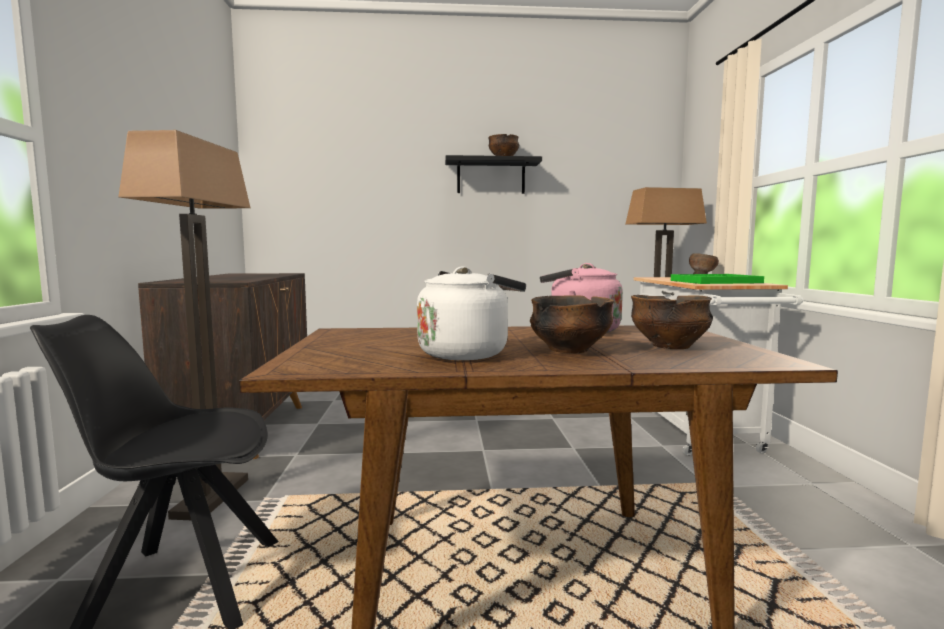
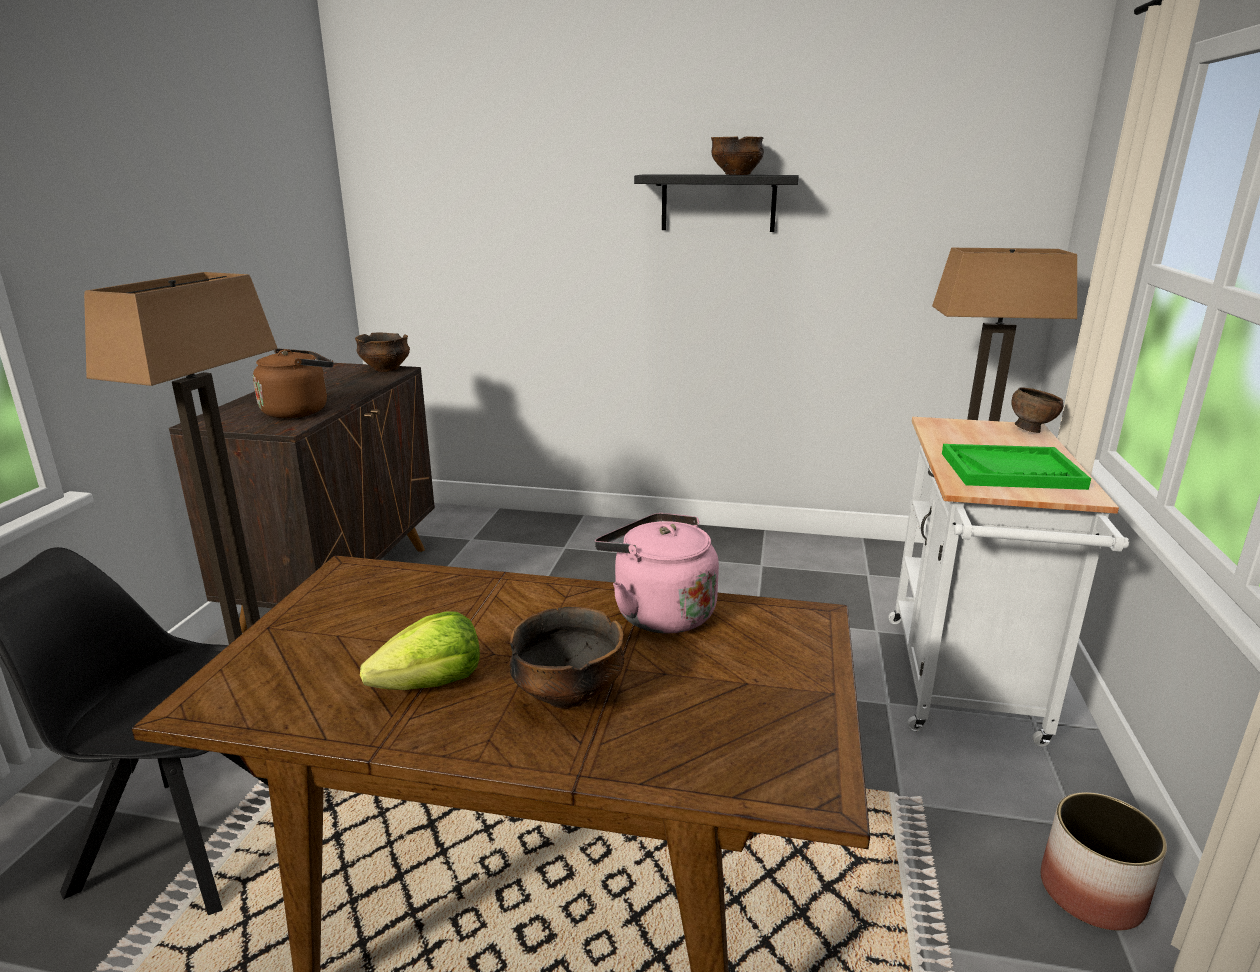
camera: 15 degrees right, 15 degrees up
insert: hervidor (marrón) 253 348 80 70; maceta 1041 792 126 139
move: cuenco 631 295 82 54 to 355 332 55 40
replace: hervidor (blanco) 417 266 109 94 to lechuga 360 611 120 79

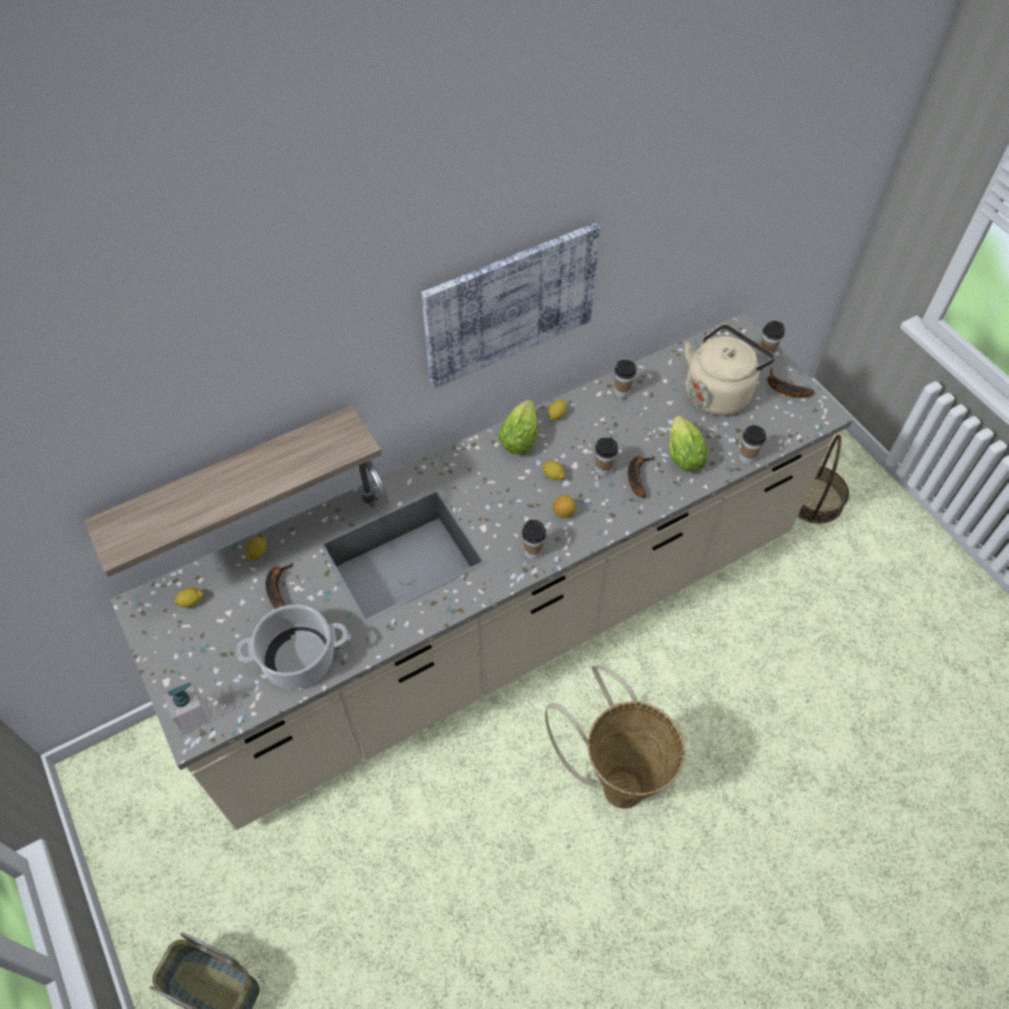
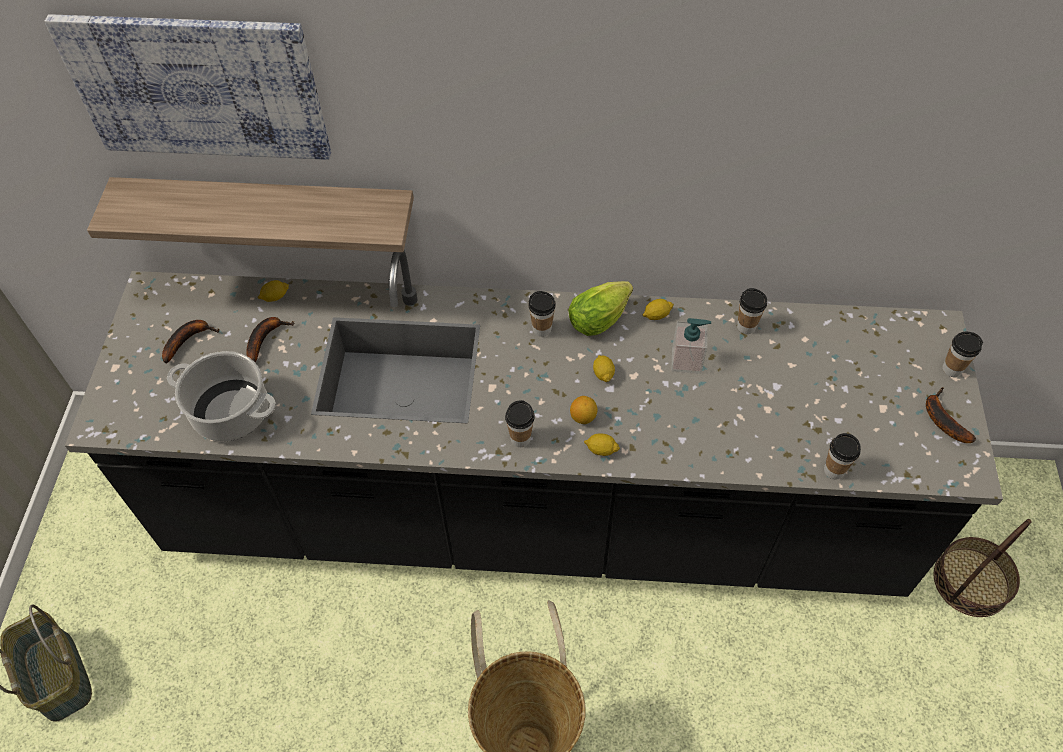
camera: 35 degrees right, 0 degrees up
delete: lechuga 669 416 39 56; hervidor (beis) 684 324 91 92
move: dispensador de jabón 163 681 49 54 to 671 318 40 56; limón 173 588 31 20 to 584 433 36 23; cuadro 421 223 179 166 to 44 14 287 146; taza 595 438 23 38 to 528 291 28 46; plátano 628 456 27 42 to 162 320 58 44
recolor: mueble bajo de cocina (beis) 110 312 743 518 to mueble bajo de cocina (negro) 65 250 938 347

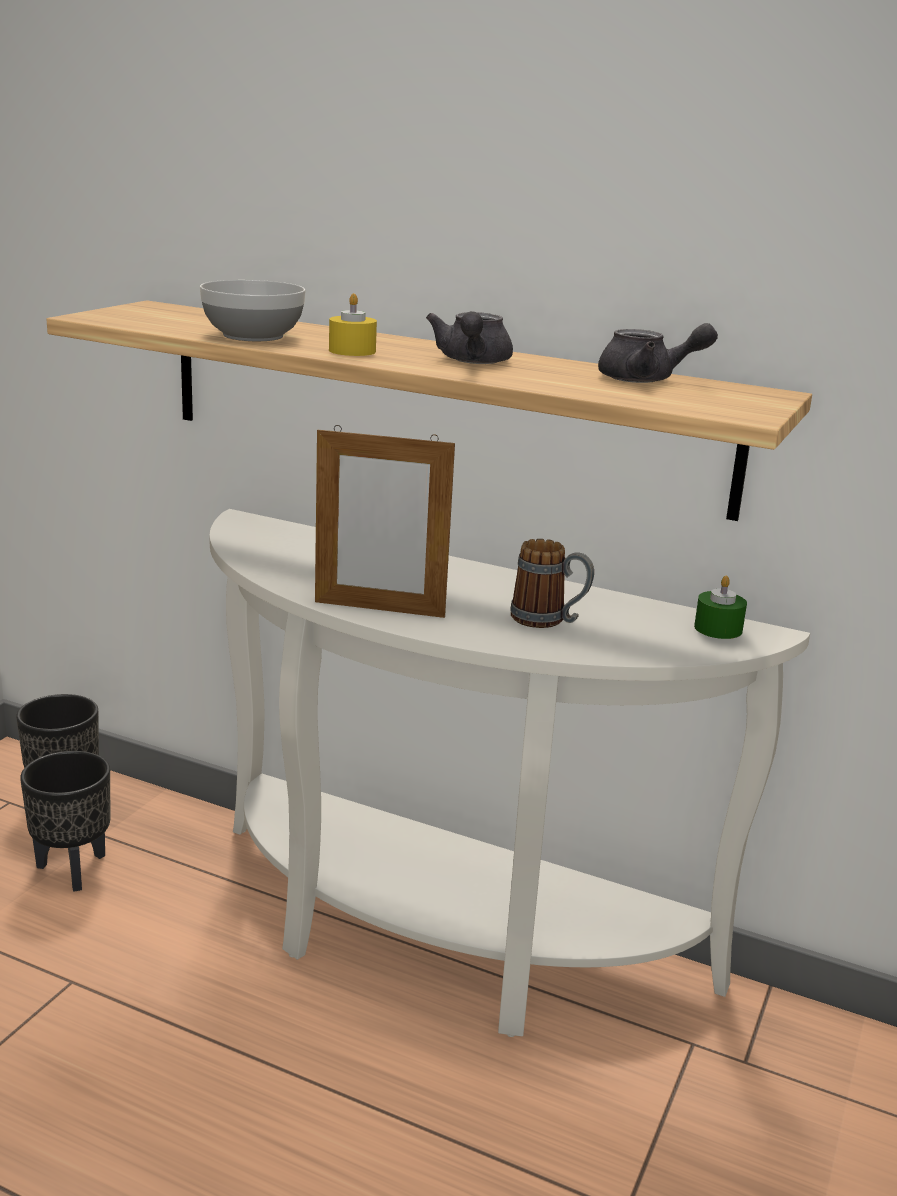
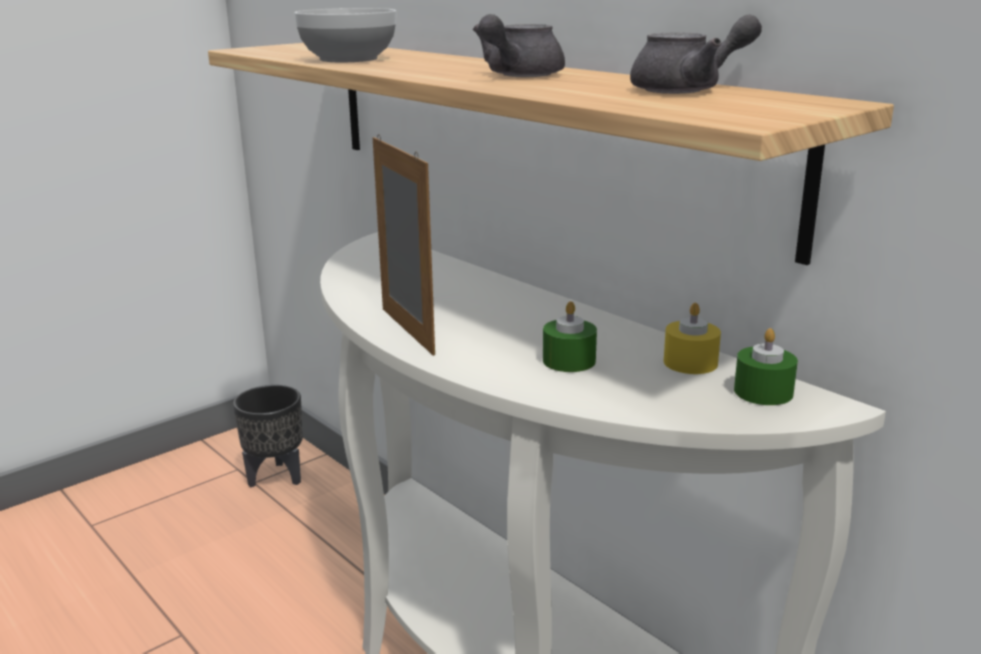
camera: 25 degrees right, 0 degrees up
delete: maceta (negro) 20 751 90 141
move: vela (amarillo) 329 293 48 63 to 664 303 57 71
replace: taza grande 510 539 84 89 to vela (verde) 543 301 54 71
rotate: portarretratos 315 425 140 193 = 372 134 63 222 150 degrees counterclockwise; tetera (gris) 598 323 120 60 = 630 14 132 80 45 degrees counterclockwise

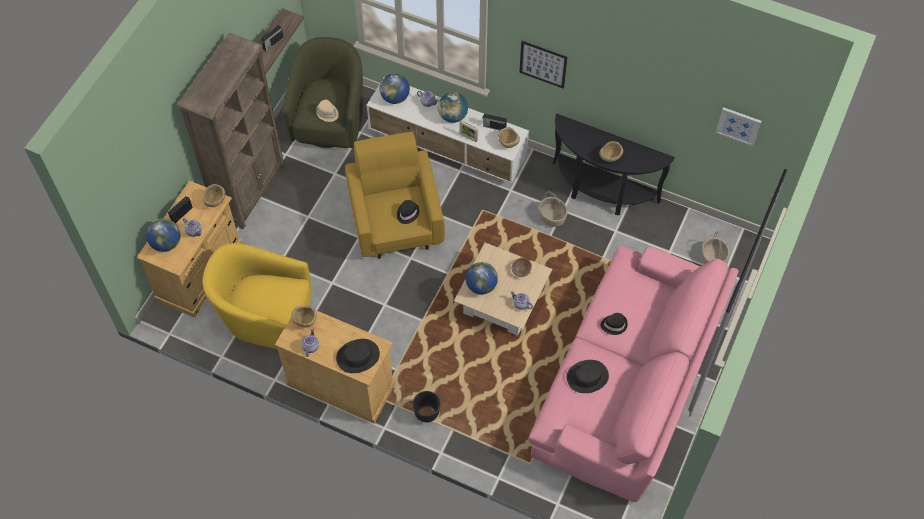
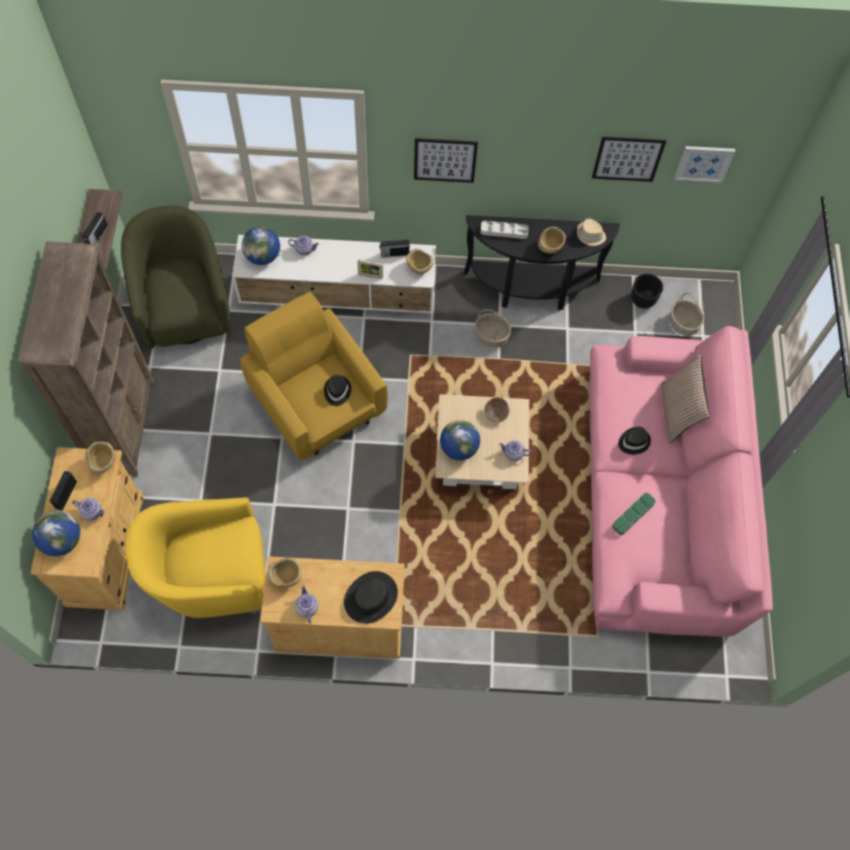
camera: 25 degrees left, 5 degrees up
delete: globo terráqueo 438 92 30 31
insert: bandeja (gris) 480 221 49 18; cuadro 592 137 74 45; cojín 661 354 49 90
move: sombrero (beis) 316 100 23 22 to 577 219 29 27; maceta (negro) 413 391 27 31 to 631 273 32 36
replace: sombrero (negro) 567 360 42 33 to bandeja (verde) 612 493 43 42

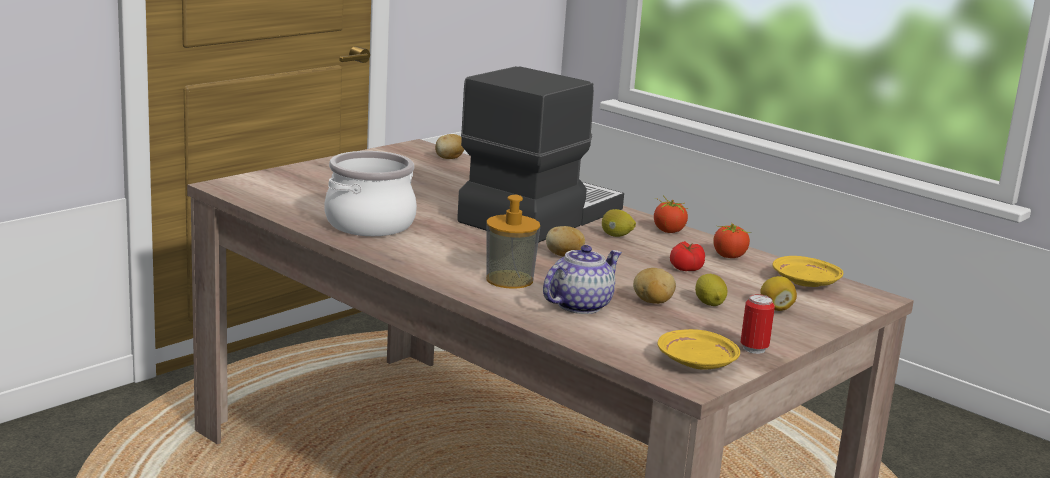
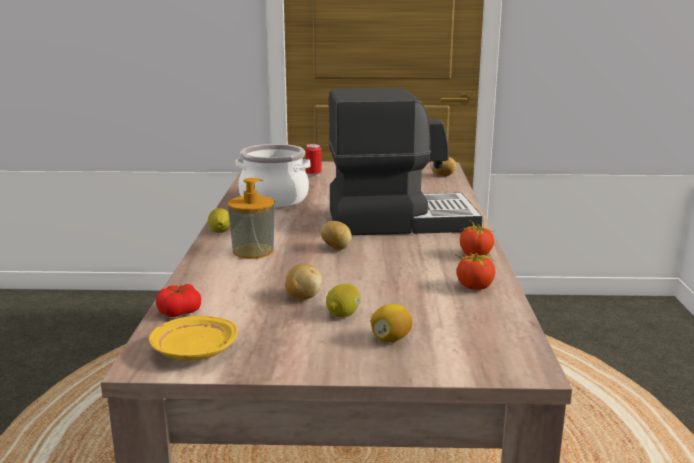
camera: 50 degrees right, 0 degrees up
delete: tetera 543 245 79 69; plato (amarillo) 773 256 70 31
move: limón 602 209 34 28 to 208 208 22 25; tomate 670 241 35 30 to 156 284 45 33; lata 741 294 34 60 to 305 144 17 33

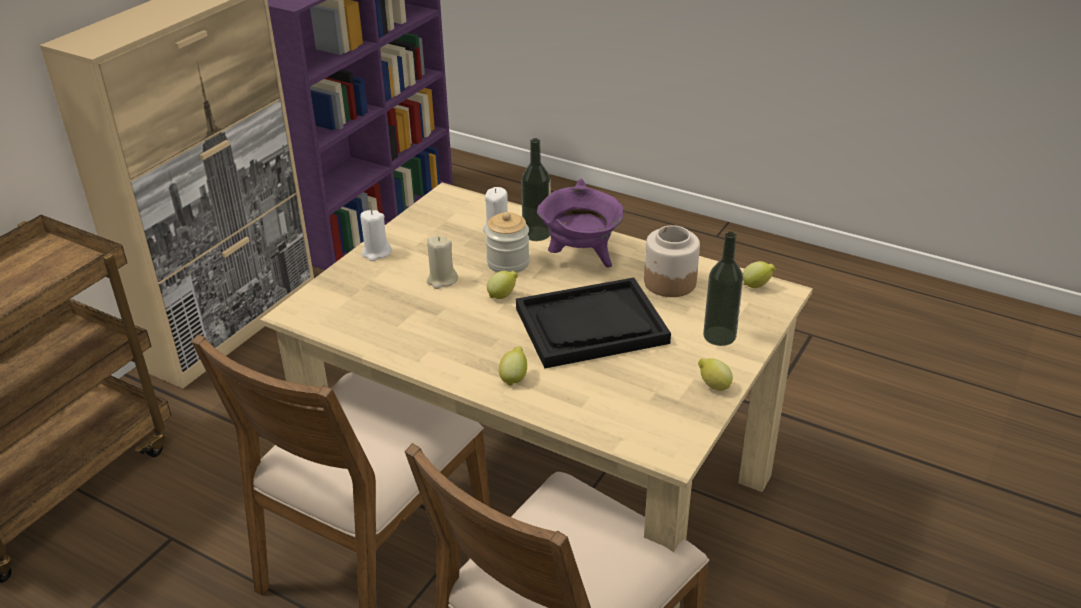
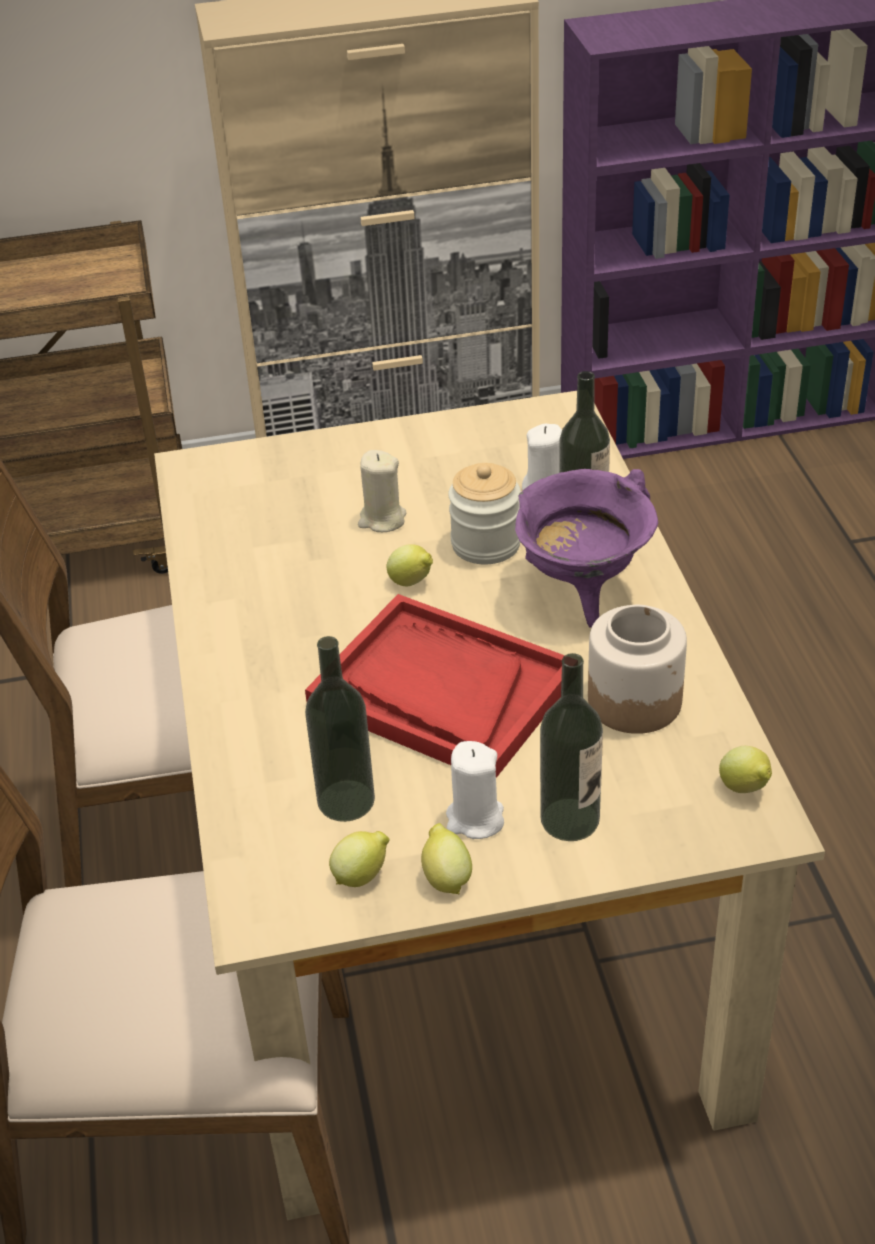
camera: 50 degrees right, 5 degrees up
insert: botella 305 636 70 186
move: vela (blanco) 360 210 32 51 to 446 741 58 98; limón 499 347 28 39 to 329 831 61 56
recolor: bandeja (negro) 516 278 155 90 to bandeja (rojo) 305 594 260 184

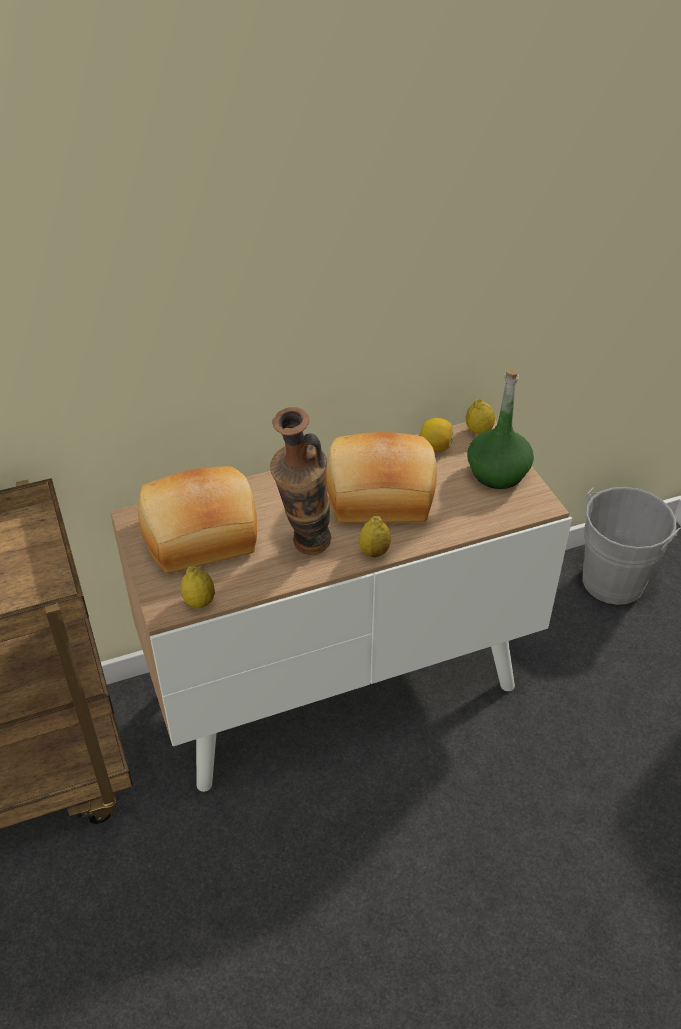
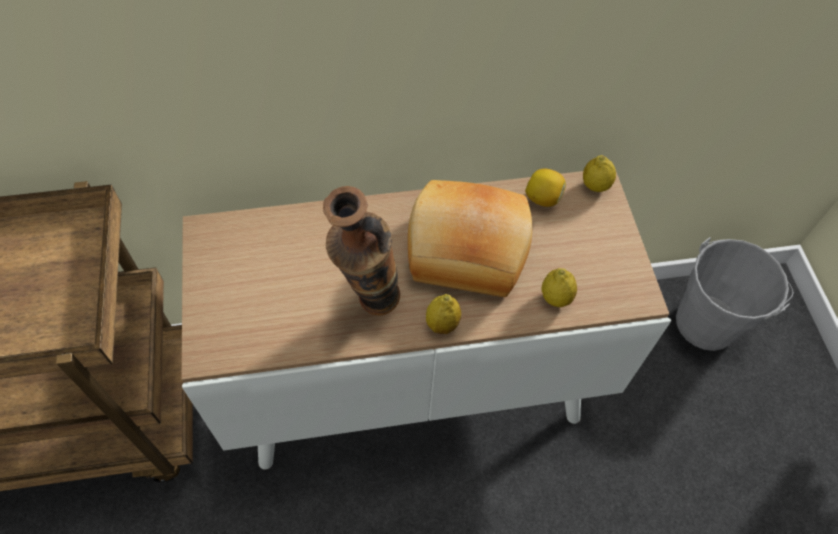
camera: 10 degrees right, 15 degrees up
delete: pan 138 466 119 108; botella (verde) 467 369 67 120
move: limón 180 566 35 42 to 541 268 36 39

